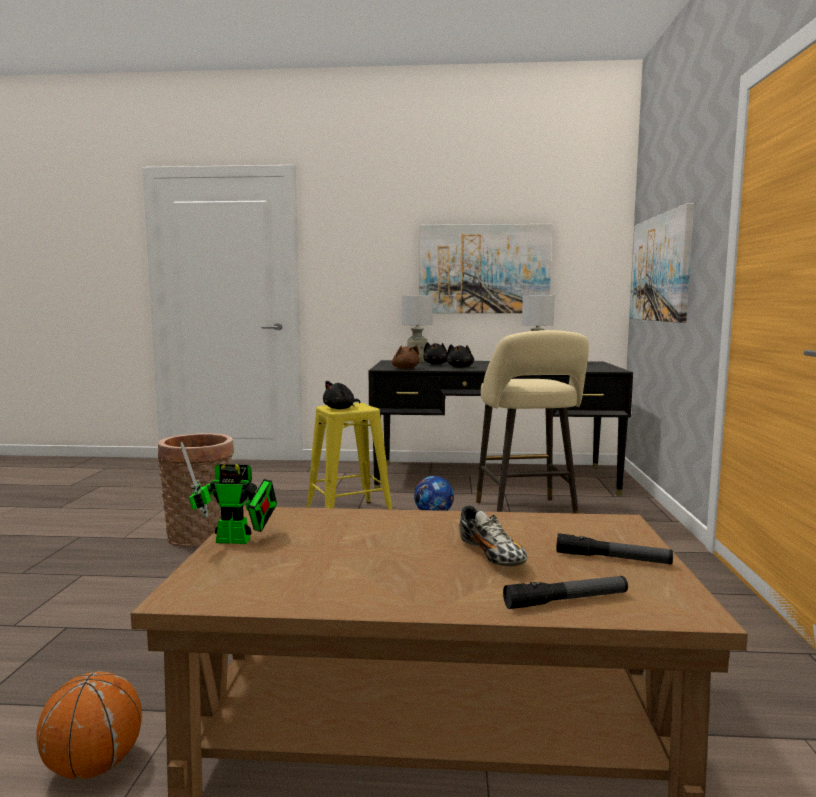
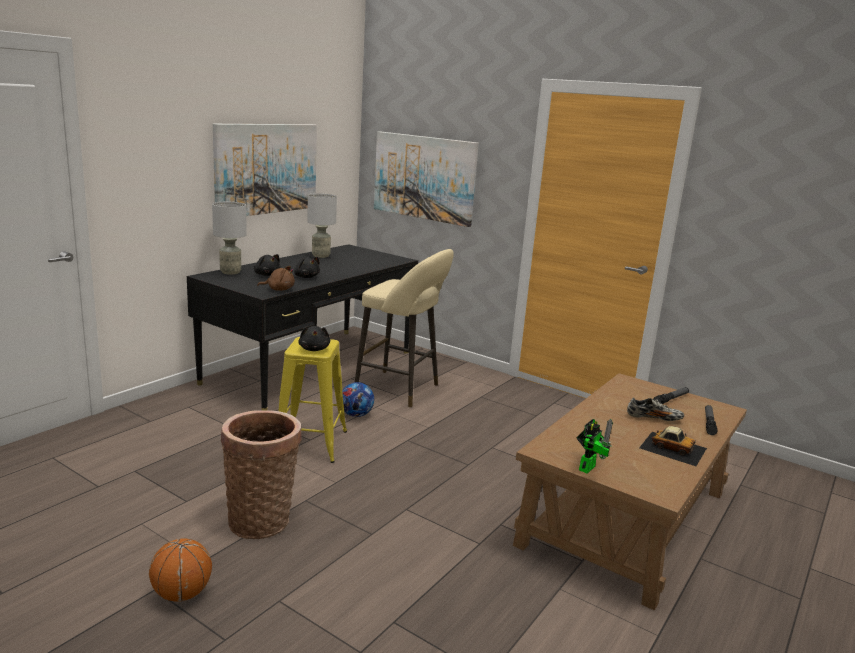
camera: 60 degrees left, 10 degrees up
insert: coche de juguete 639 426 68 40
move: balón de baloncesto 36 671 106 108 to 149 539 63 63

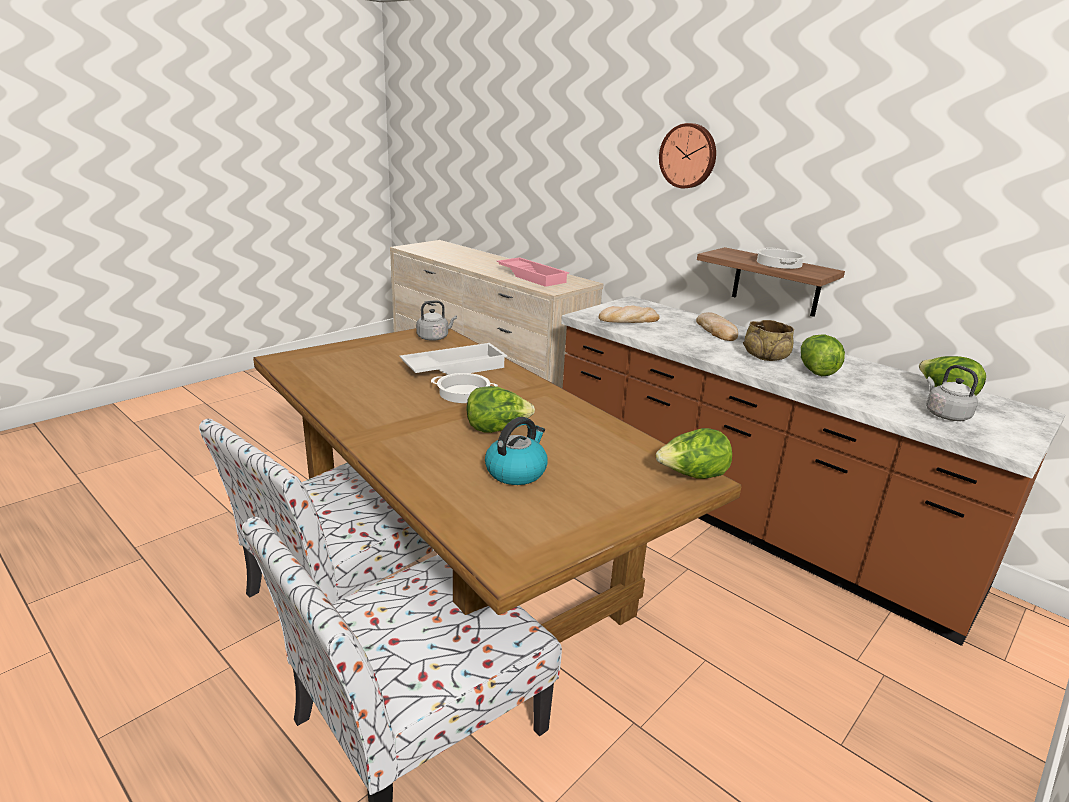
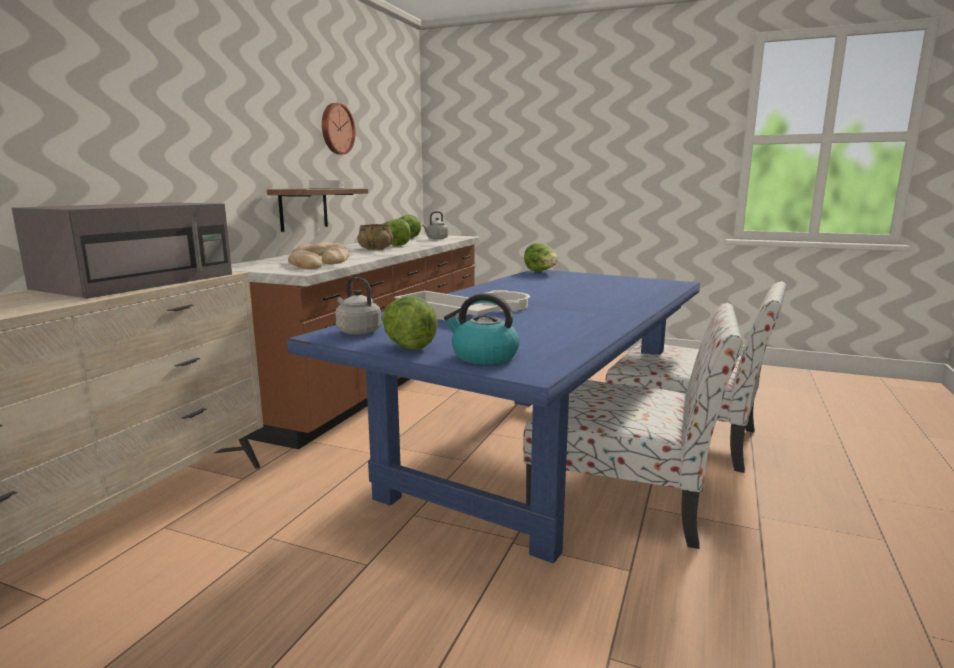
camera: 110 degrees left, 10 degrees down
insert: pan 322 246 28 18
move: lechuga 466 386 69 47 to 382 296 56 54; hervidor 485 417 63 68 to 444 293 76 72; reloj de pared 659 123 57 65 to 322 103 34 51
replace: bandeja (rosa) 497 257 72 30 to microondas (gris) 12 202 220 97
recolor: mesa de comedor (marrón) 253 328 489 315 to mesa de comedor (azul) 287 270 413 293

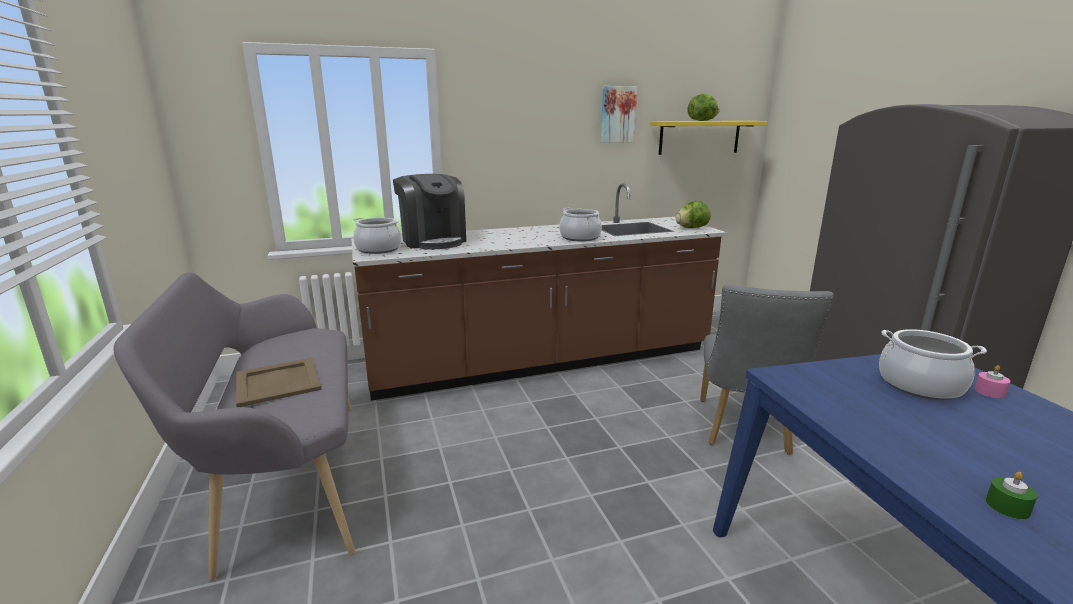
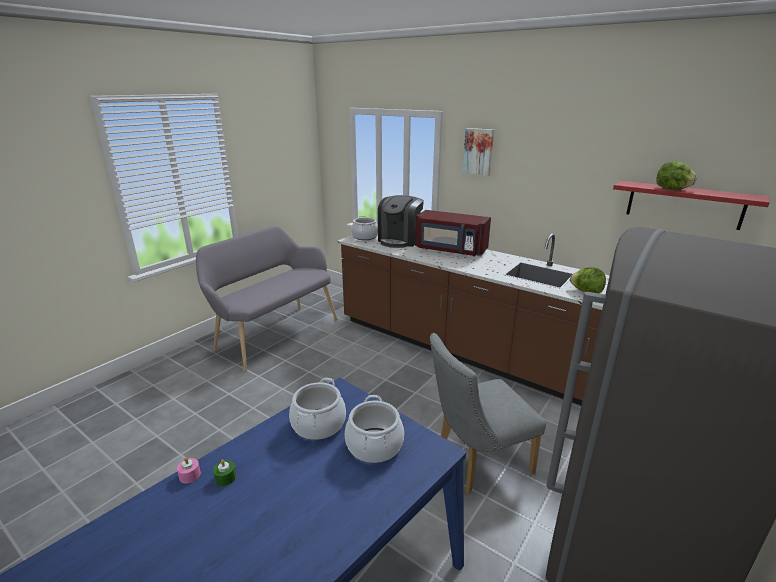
camera: 55 degrees right, 5 degrees up
delete: bandeja (beis) 236 358 86 49
insert: microondas (rojo) 415 210 76 47
move: olla 559 208 43 33 to 289 378 57 62; cuadro 601 86 36 57 to 462 128 32 48; vela (rosa) 974 365 36 33 to 177 457 24 27
recolor: estante (amarillo) 650 121 118 34 to estante (rojo) 613 181 156 49

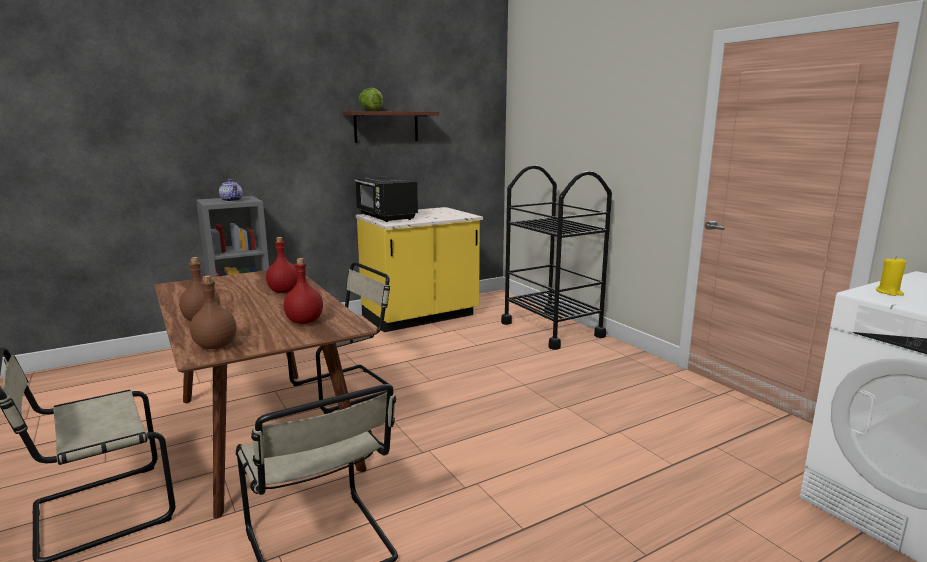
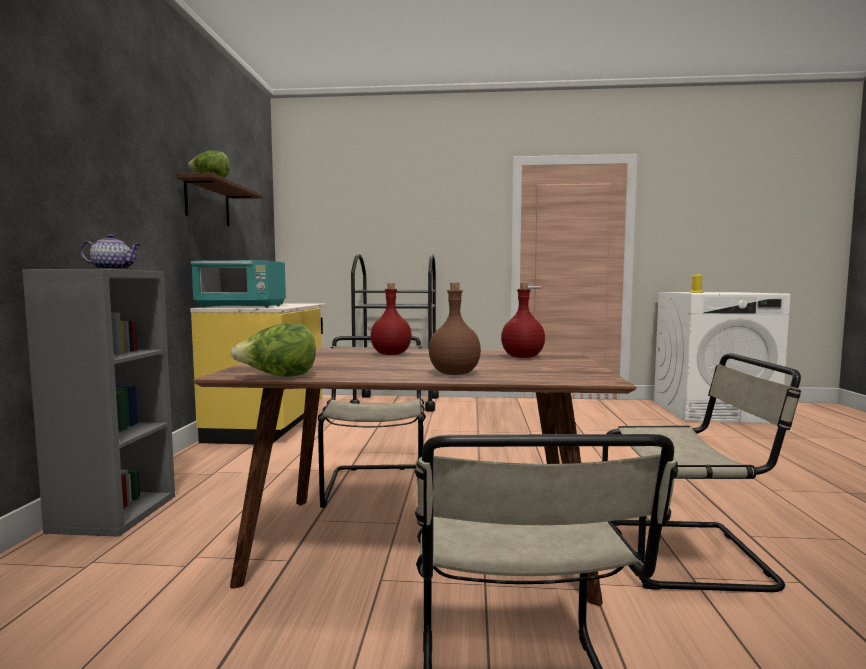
camera: 55 degrees left, 10 degrees down
delete: botella (marrón) 190 275 47 74
insert: lechuga 231 323 85 54
recolor: microondas (negro) 354 176 64 46 to microondas (turquesa) 191 260 95 48

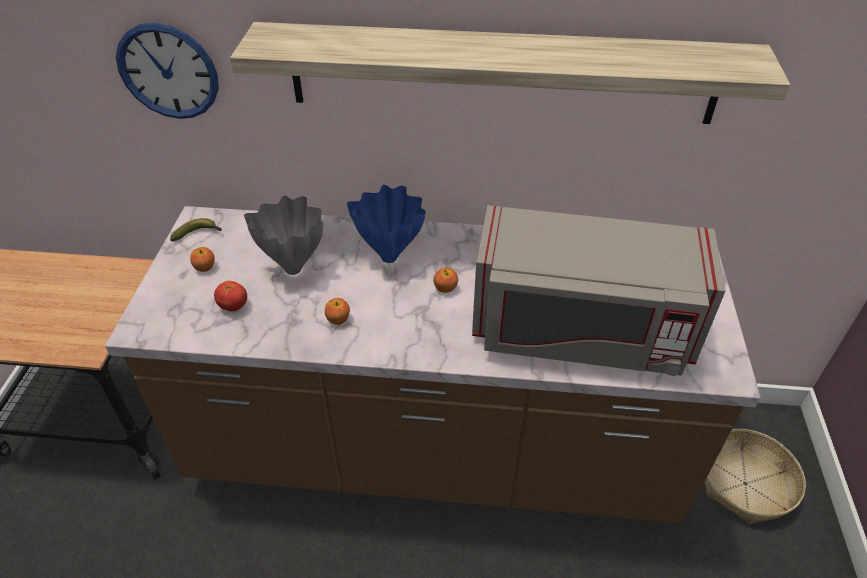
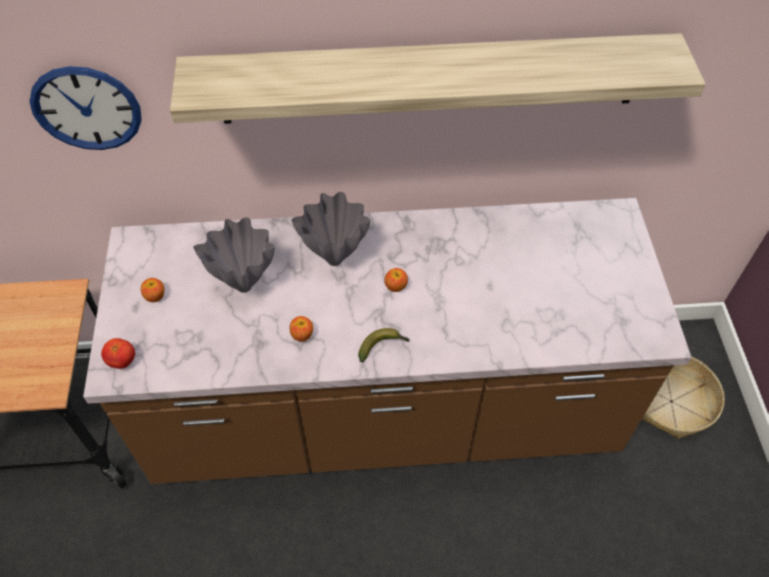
camera: 10 degrees left, 10 degrees up
delete: microondas (gris) 472 205 253 171
move: plátano 170 218 52 23 to 358 328 51 35; tomate 214 281 33 30 to 101 338 34 31
recolor: florero (azul) 347 185 79 78 to florero (gris) 291 192 79 74

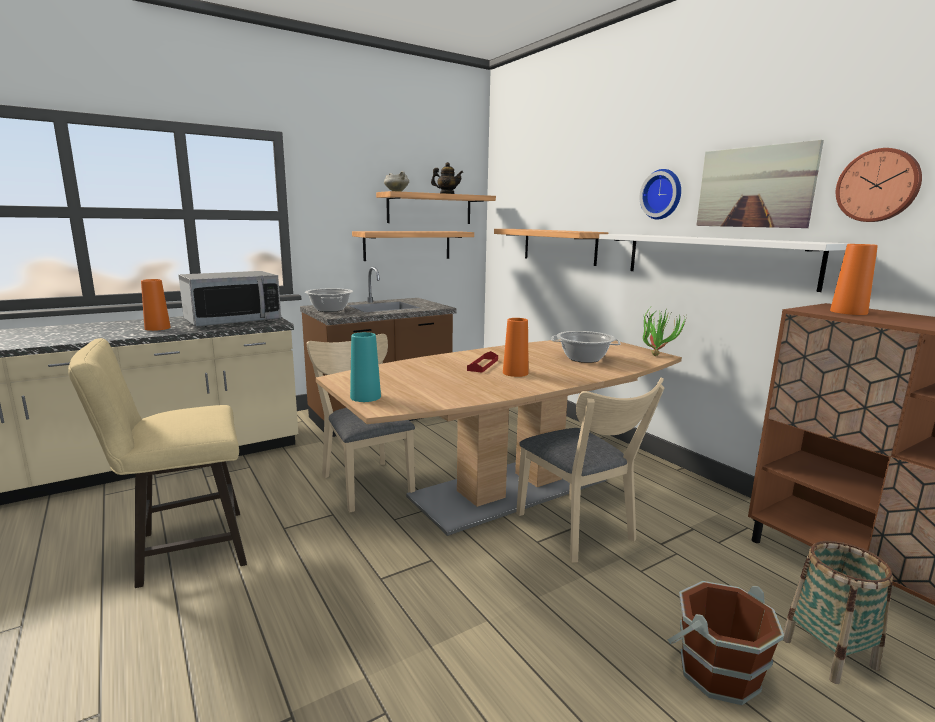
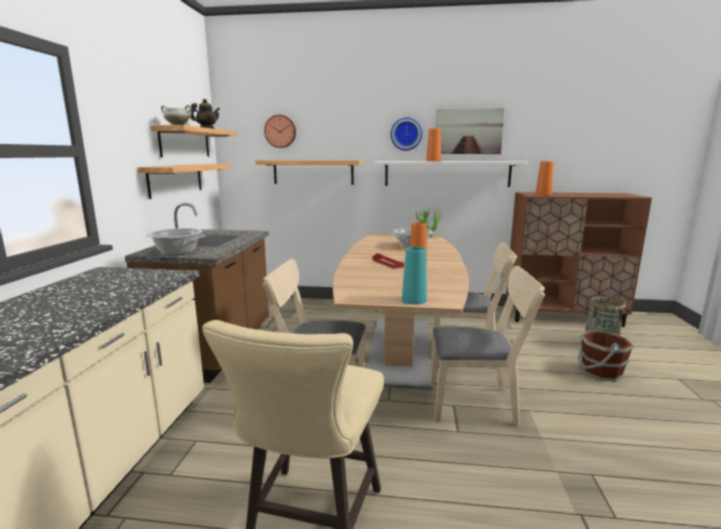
camera: 50 degrees left, 0 degrees up
delete: microondas 178 271 103 56
insert: silla (beis) 430 266 115 161
move: florero (naranja) 141 279 30 52 to 426 128 15 33; reloj de pared 836 148 86 74 to 264 115 32 33

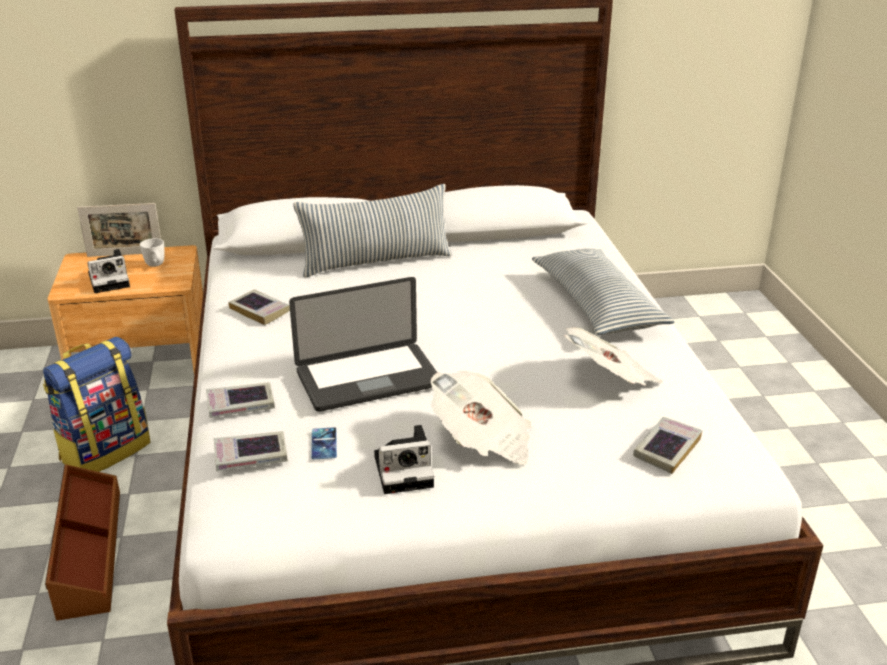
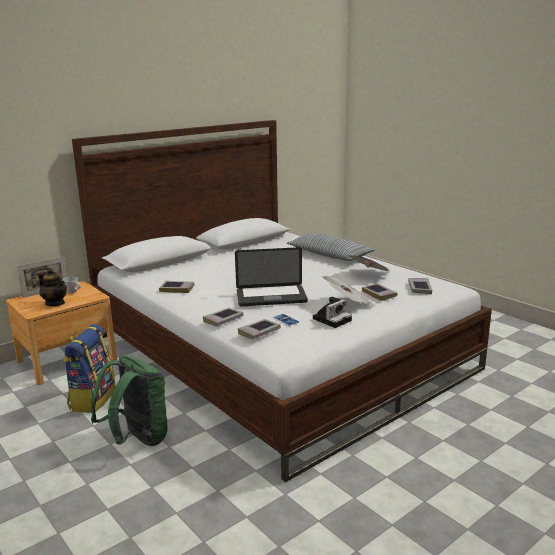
camera: 30 degrees left, 10 degrees down
delete: cojín 293 184 159 93
insert: libro 362 283 35 18
replace: caja de almacenaje (marrón) 45 464 75 157 to mochila (verde) 91 355 77 91; cámara 87 249 43 44 to tetera 38 268 29 38
rotate: portátil 289 277 148 135 = 235 247 73 59 45 degrees clockwise

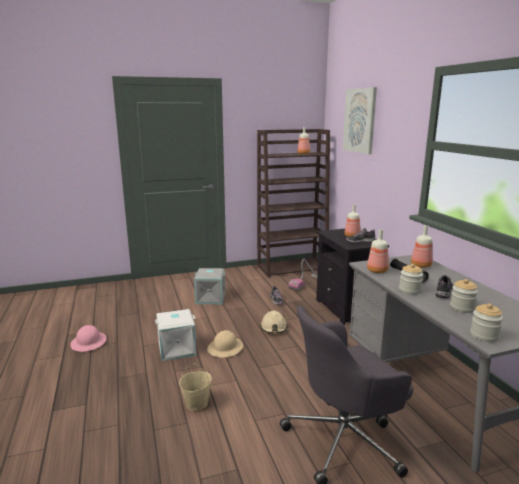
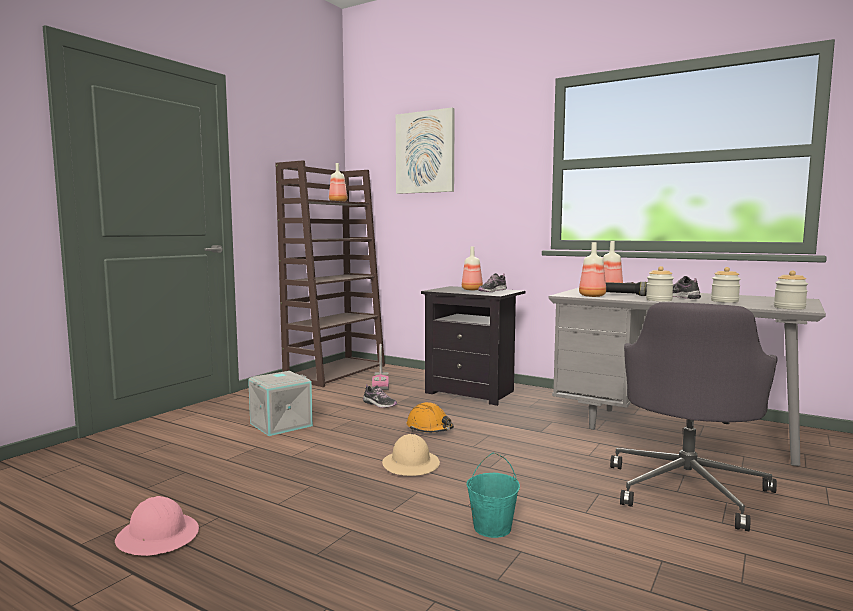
camera: 40 degrees left, 10 degrees down
delete: caja de almacenaje (blanco) 155 309 42 52
recolor: cubo (beis) 179 364 33 47 to cubo (turquesa) 467 453 53 85; casco (beis) 260 311 27 23 to casco (naranja) 407 402 47 31

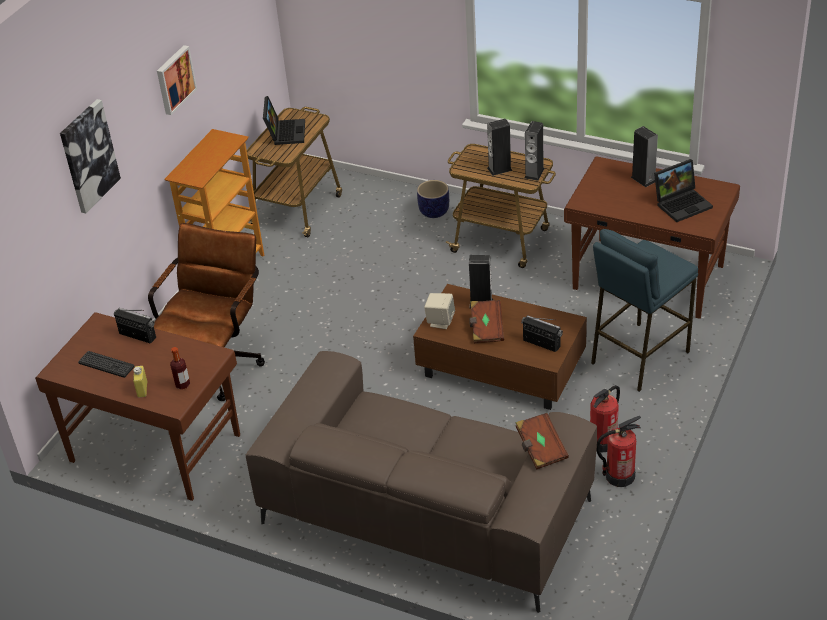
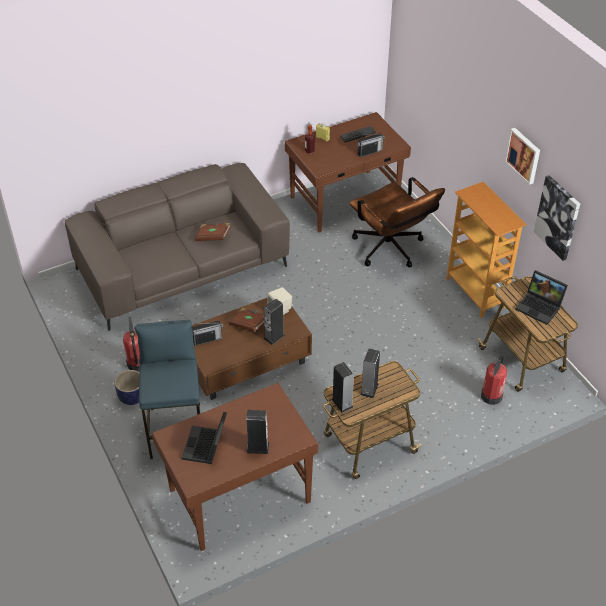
camera: 125 degrees right, 5 degrees up
move: cuadro 60 99 61 114 to 534 175 46 86; maceta 417 180 32 38 to 114 370 25 35; libro (marrón) 515 413 54 57 to 194 222 37 19; extintor 596 416 45 71 to 481 355 26 50

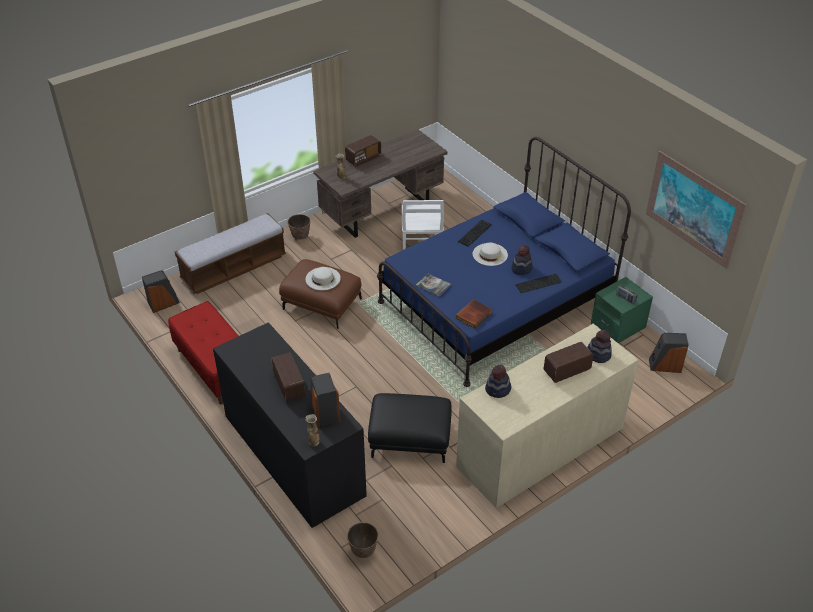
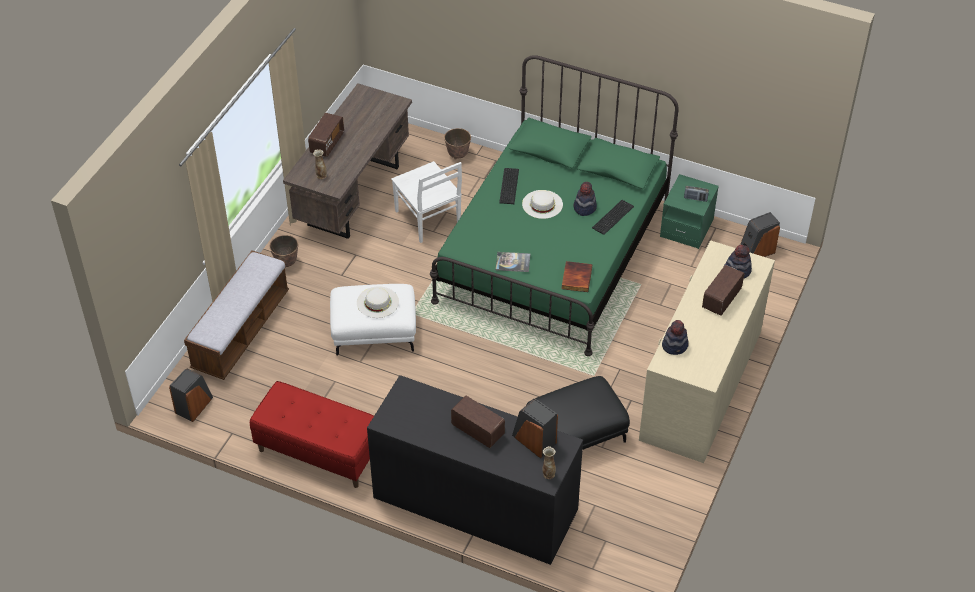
camera: 30 degrees left, 5 degrees up
delete: cuadro 646 151 101 118
move: maceta 347 522 32 36 to 444 128 27 32
recolor: puf (marrón) 279 259 83 70 to puf (blanco) 330 284 86 72; cama (azul) 377 137 254 250 to cama (verde) 430 55 249 301

